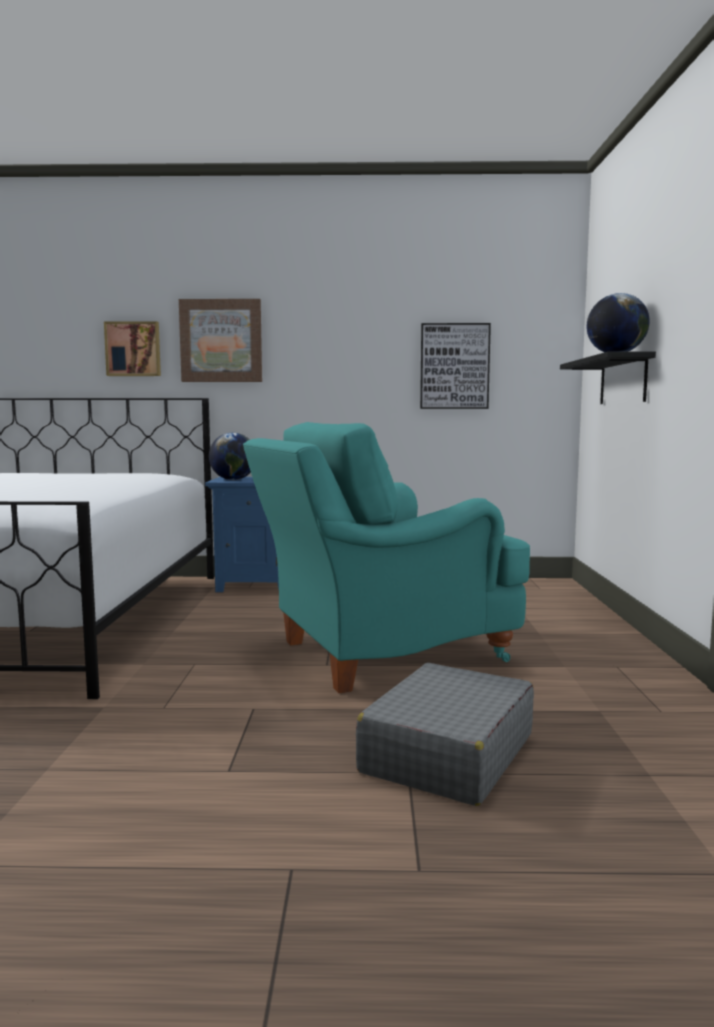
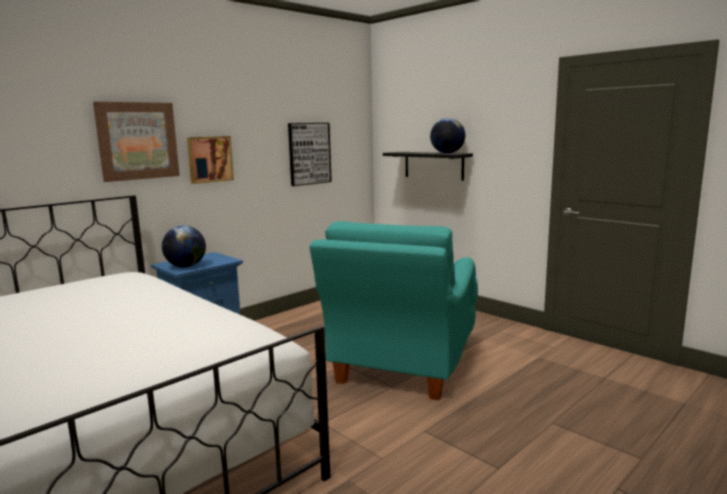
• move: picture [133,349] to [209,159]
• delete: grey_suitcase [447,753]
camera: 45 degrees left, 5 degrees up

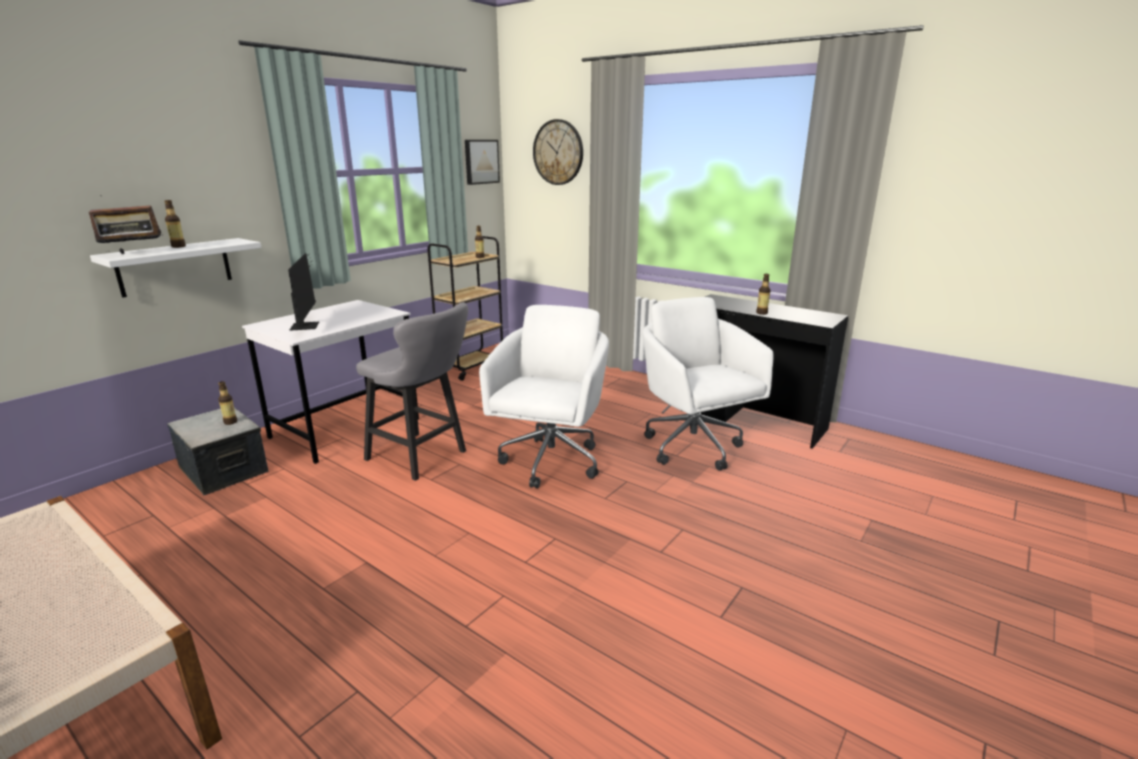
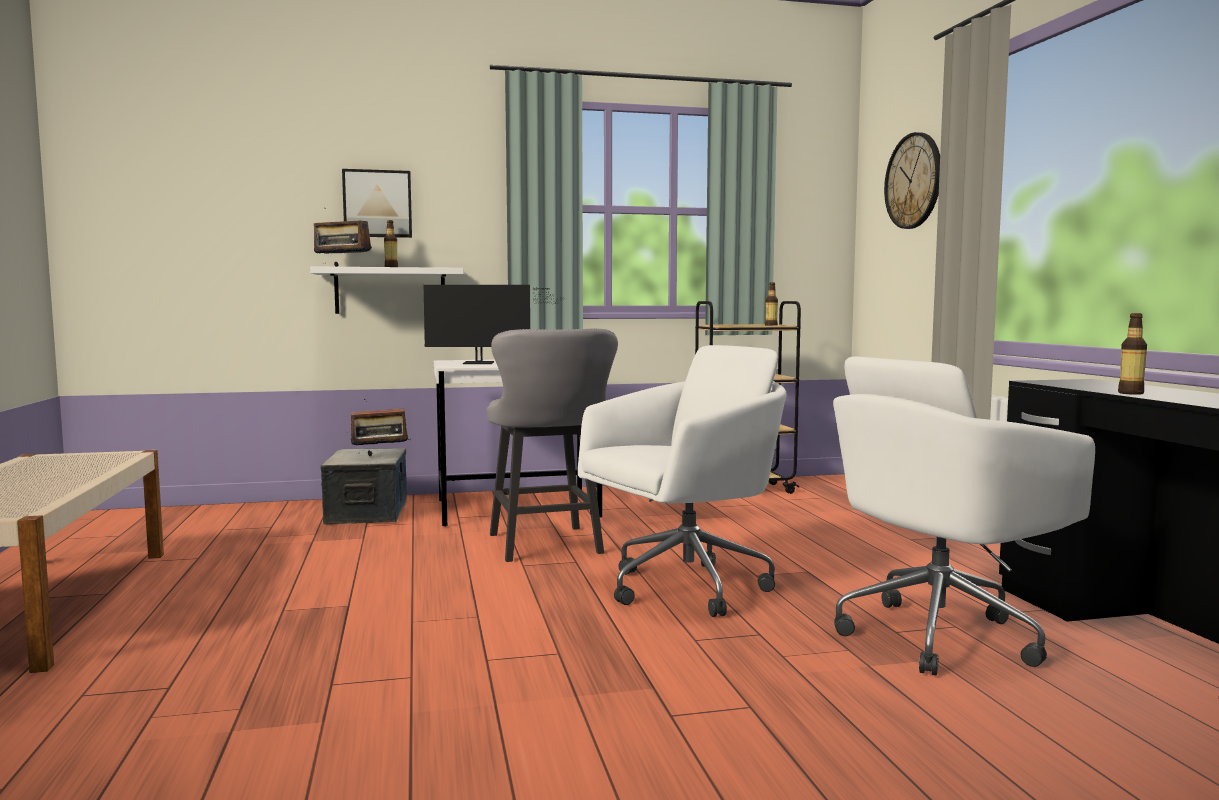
• move: picture [481,161] to [377,204]
• rotate: monitor [306,325] = [484,363] 60 degrees clockwise
• rotate: white_office_chair [695,450] = [944,636] 135 degrees counterclockwise
• replace: bottle [230,422] to radio [380,456]
camera: 40 degrees right, 15 degrees down

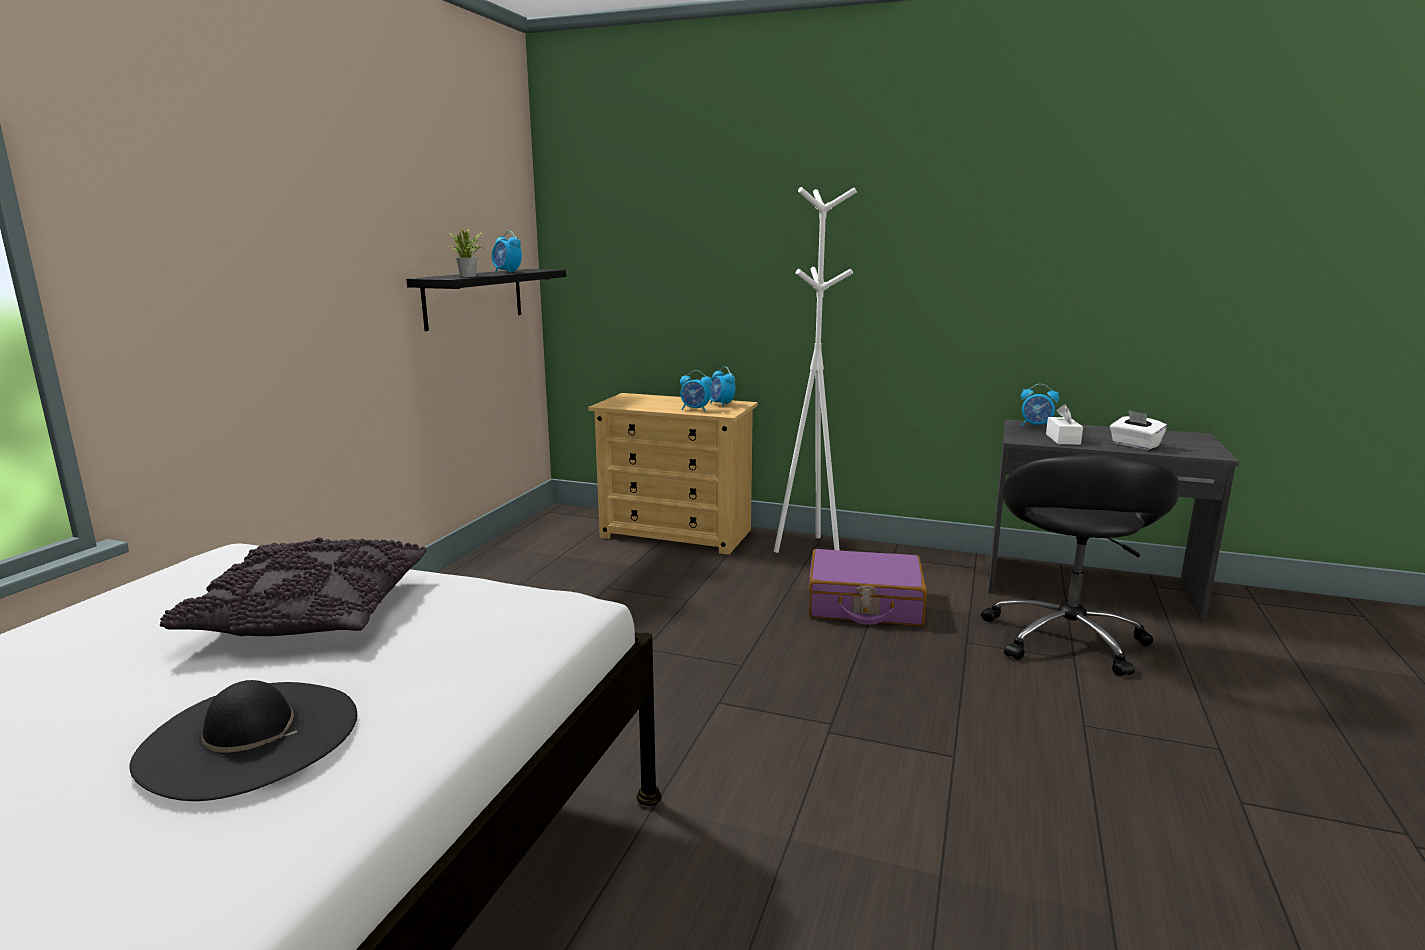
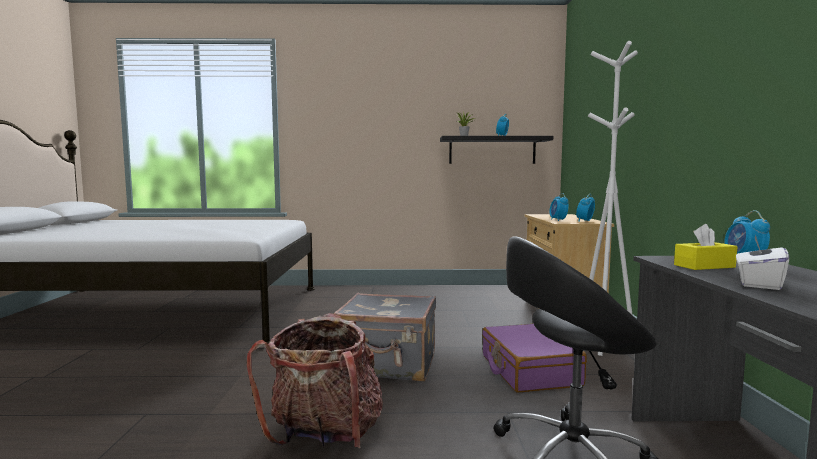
• recolor: white_tissue_box [1062,439] to yellow_tissue_box [704,266]
• delete: black_pillow [310,612]
• delete: black_hat [249,737]
• insert: grey_suitcase [388,365]
• insert: backpack [325,435]
camera: 70 degrees right, 10 degrees down

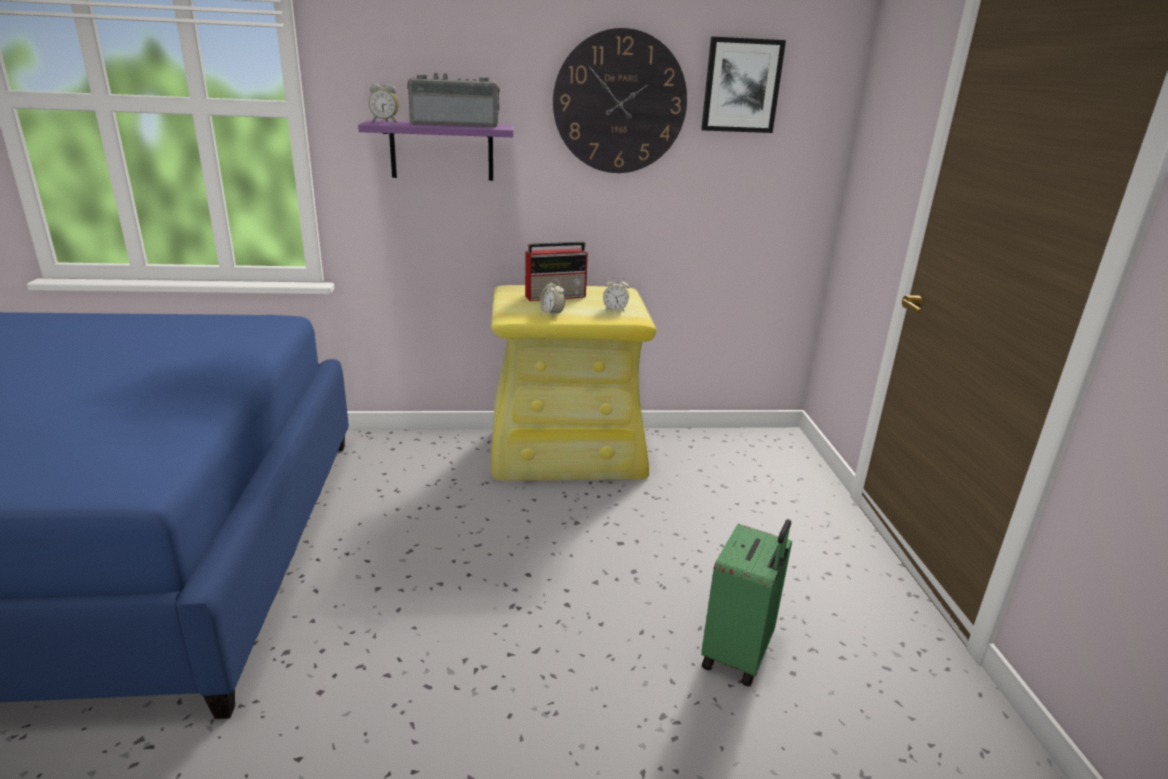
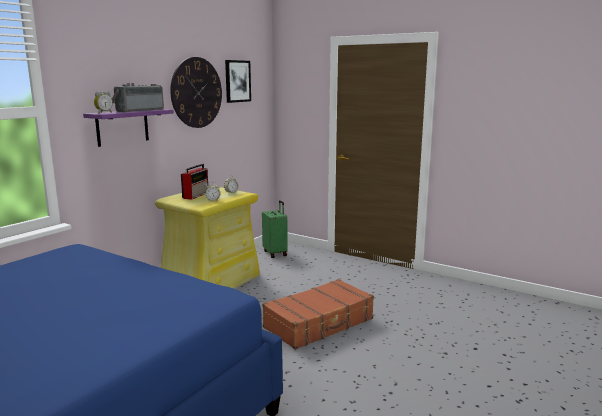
• move: green_suitcase [739,654] to [275,253]
• insert: brown_suitcase [319,323]
camera: 50 degrees left, 10 degrees down

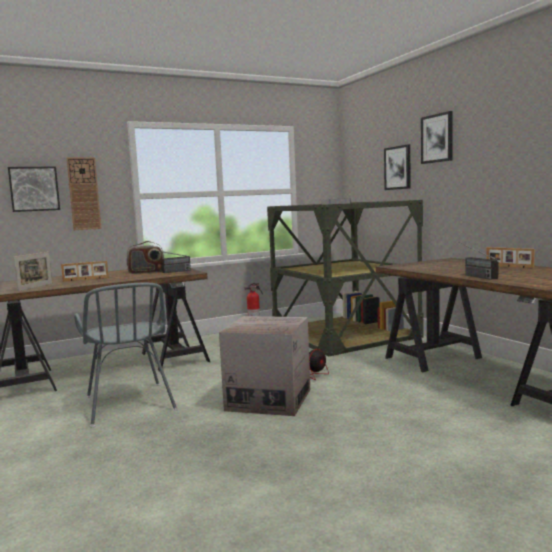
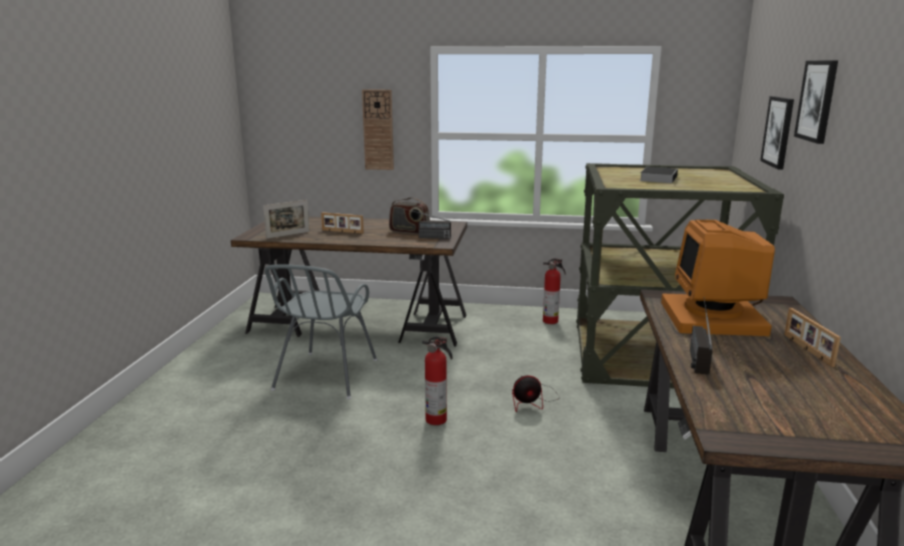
• delete: picture [34,189]
• replace: cardboard_box [269,399] to fire_extinguisher [437,420]
• insert: monitor [714,318]
camera: 35 degrees right, 10 degrees up

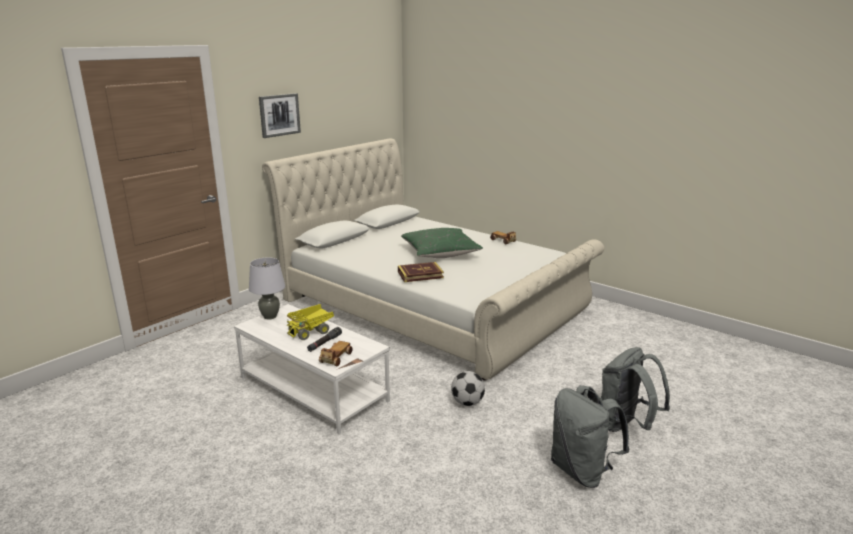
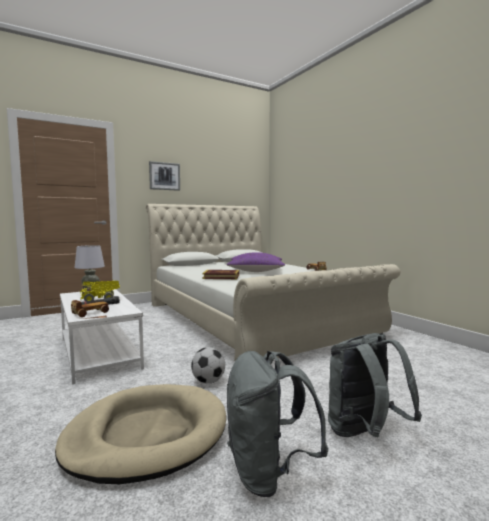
• recolor: green_pillow [440,253] to purple_pillow [256,271]
• insert: beige_dog_bed [146,435]
camera: 20 degrees right, 15 degrees down

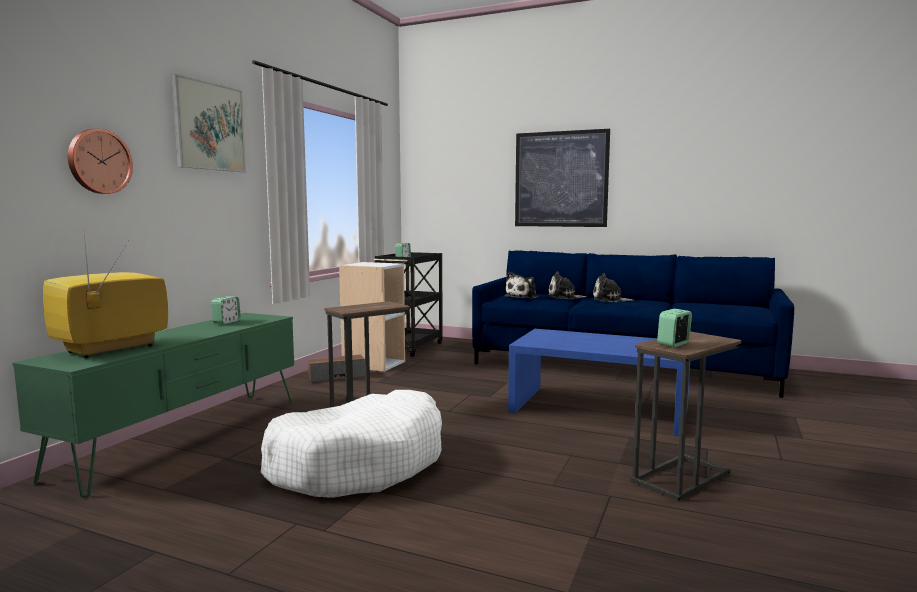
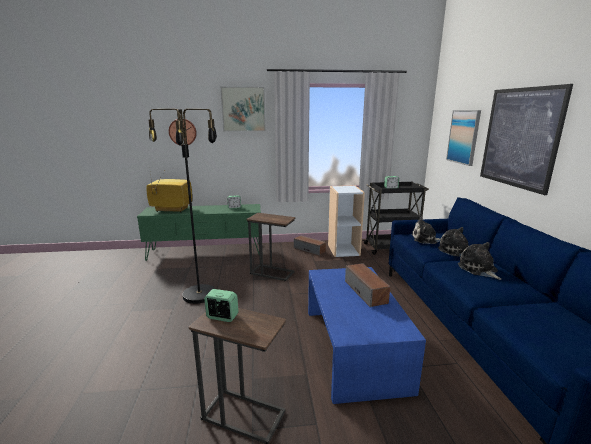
• replace: white_dog_bed [359,463] to floor_lamp [200,295]
• insert: picture [463,137]
• insert: speaker [366,292]
camera: 60 degrees right, 10 degrees up

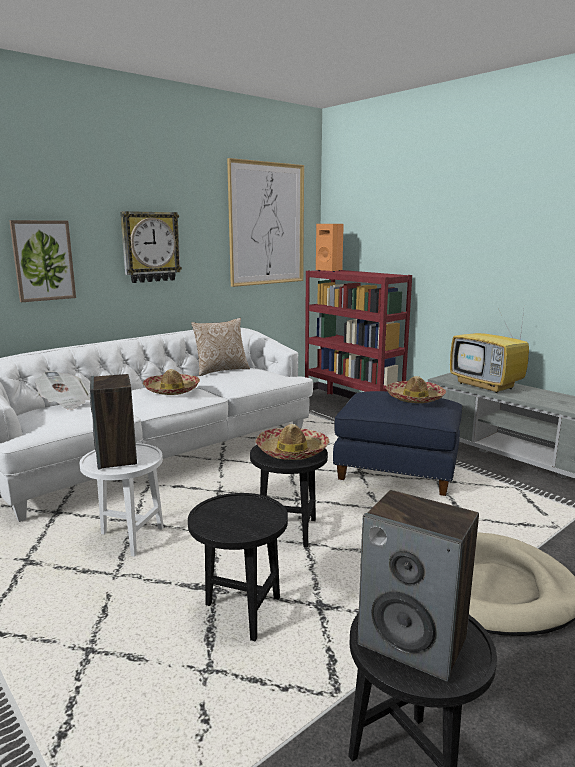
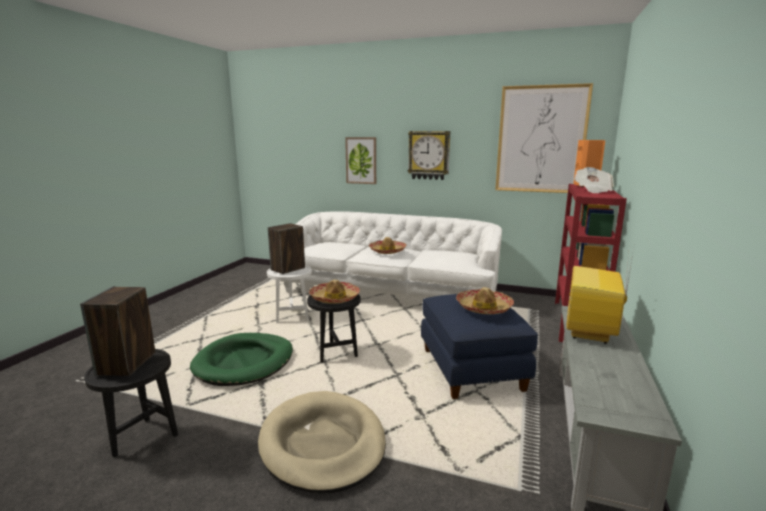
• delete: pillow [221,370]
• move: newspaper [64,403] to [593,191]
• replace: black_side_table [240,613] to green_dog_bed [244,362]
camera: 60 degrees right, 0 degrees up

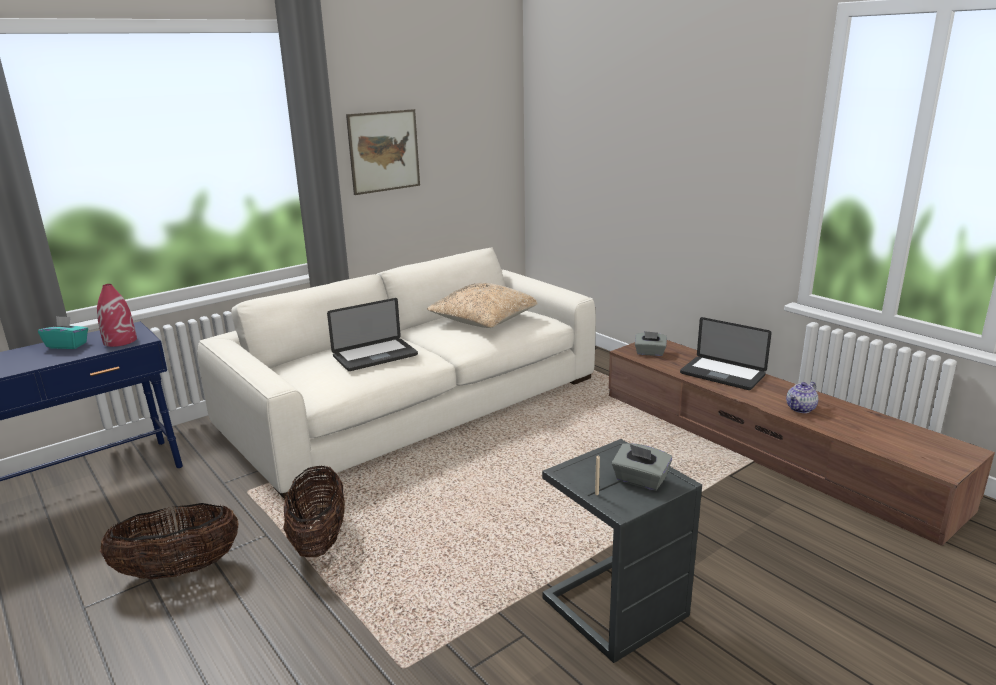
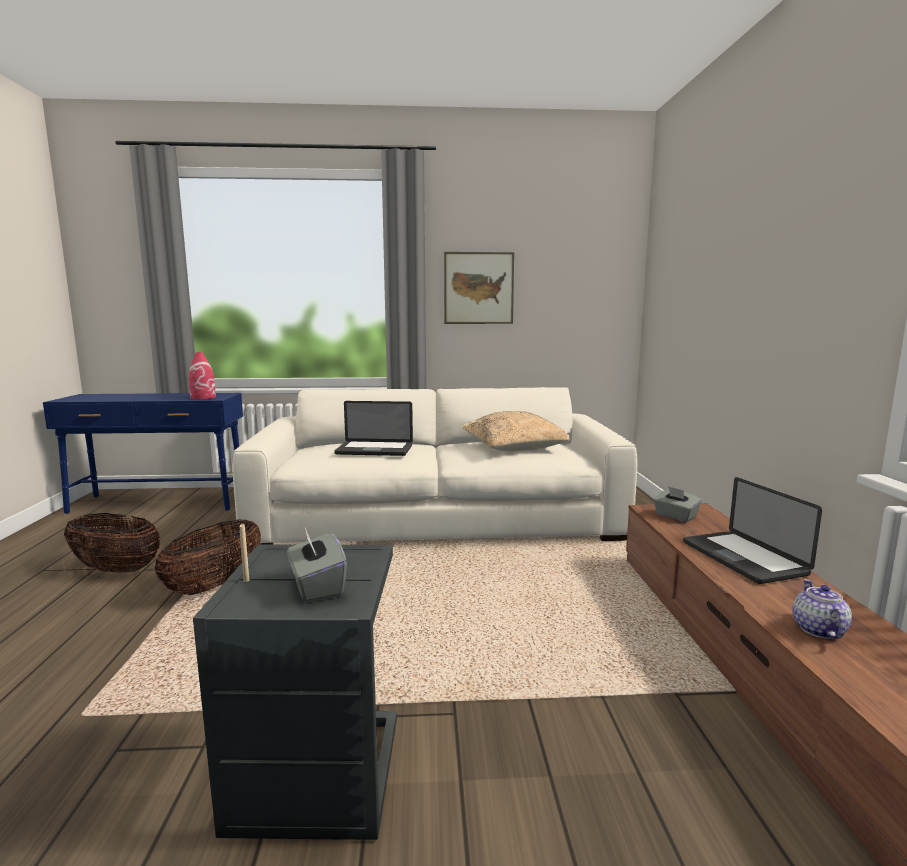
• delete: turquoise_tissue_box [67,345]
• rotate: teapot [801,409] = [817,629] 105 degrees clockwise
camera: 35 degrees right, 10 degrees down

